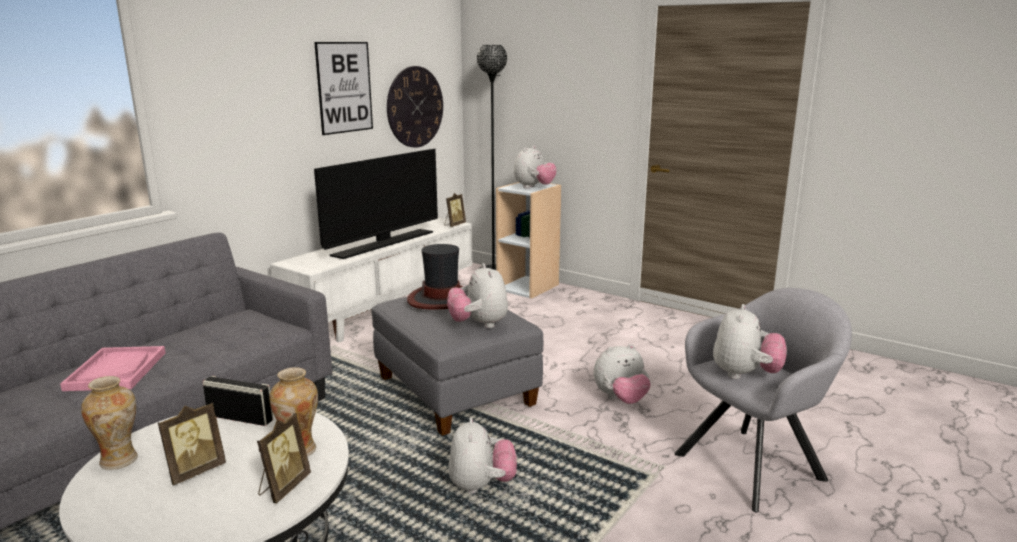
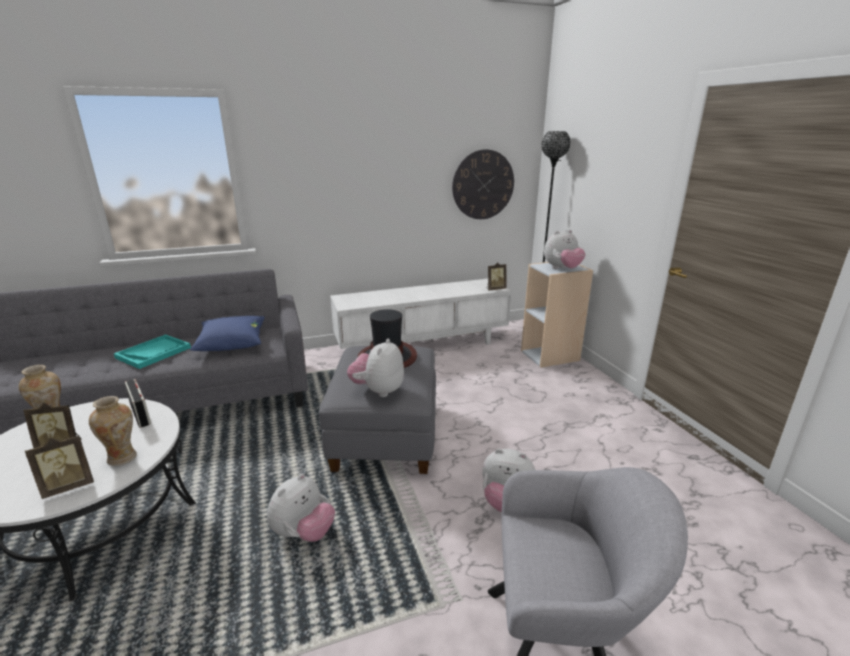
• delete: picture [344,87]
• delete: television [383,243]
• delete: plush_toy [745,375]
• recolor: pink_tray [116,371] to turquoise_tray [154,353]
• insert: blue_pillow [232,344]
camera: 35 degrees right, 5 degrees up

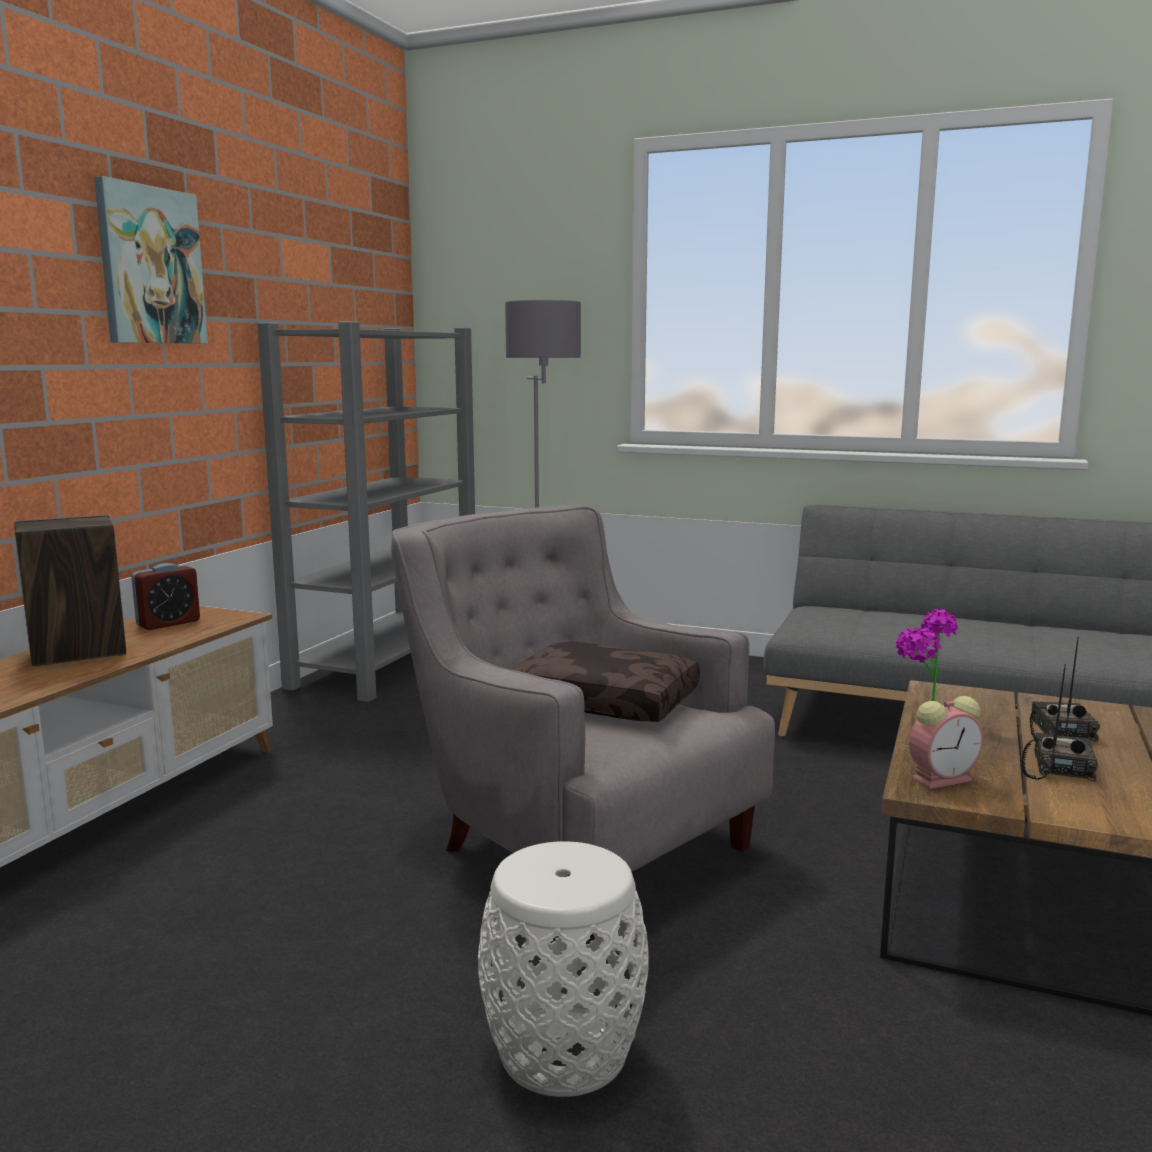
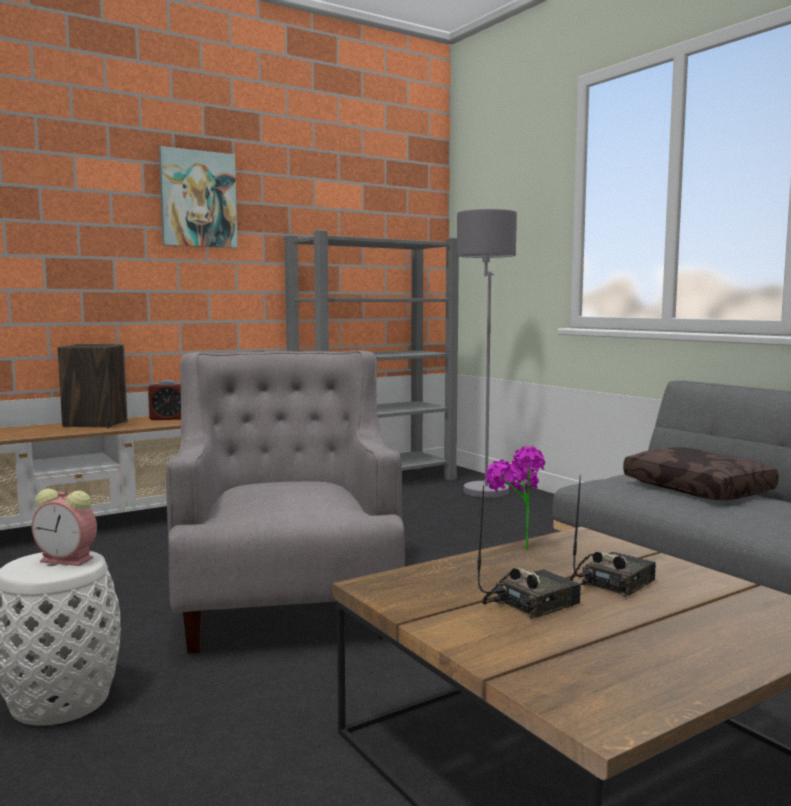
• move: brown_pillow [606,701] to [699,489]
• move: alarm_clock [943,778] to [69,560]
camera: 35 degrees right, 5 degrees down

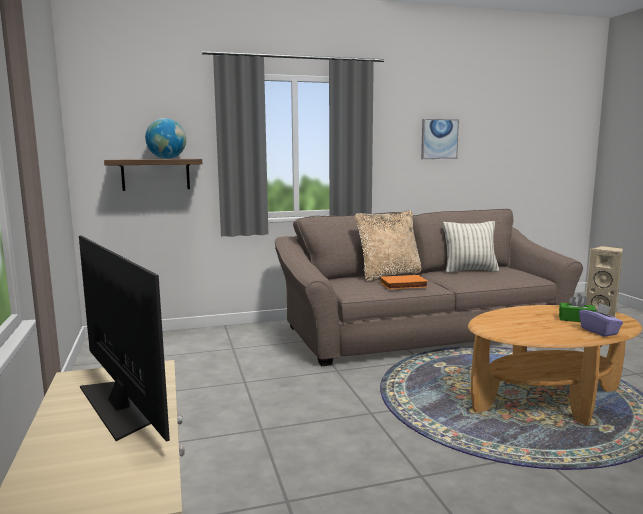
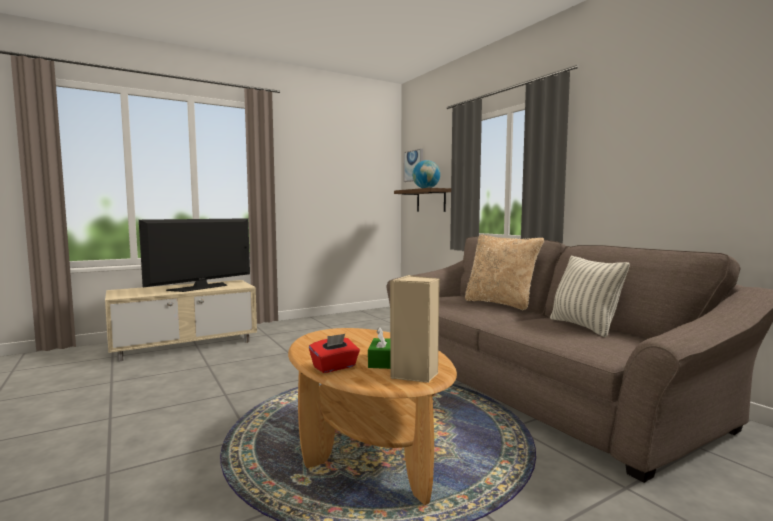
• move: picture [439,139] to [413,165]
• delete: orange_book [403,285]
• recolor: purple_tissue_box [599,331] to red_tissue_box [334,367]
camera: 75 degrees right, 5 degrees down

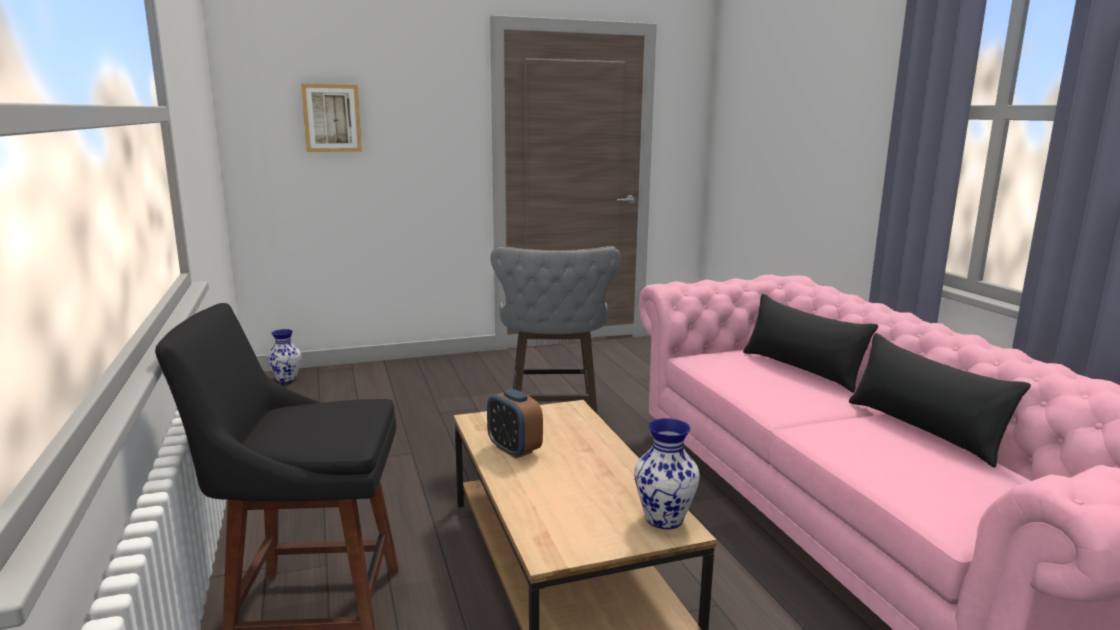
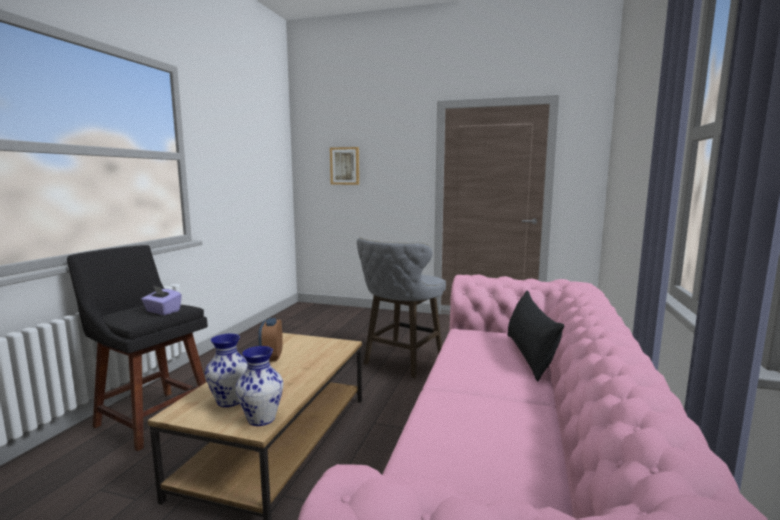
• move: vase [287,379] to [230,401]
• delete: black_pillow [923,430]
• insert: purple_tissue_box [162,311]
camera: 35 degrees right, 5 degrees down

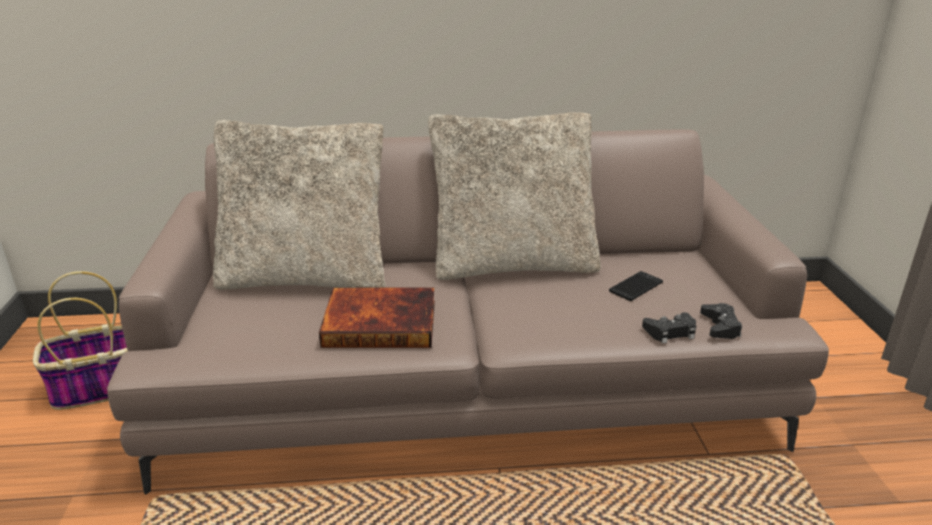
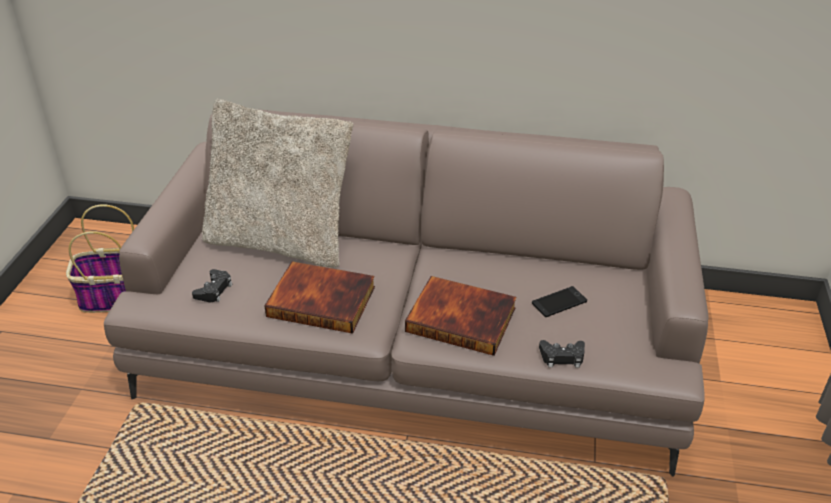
• delete: beige_pillow [513,260]
• move: black_game_controller [720,326] to [214,290]
• insert: book [462,318]
camera: 15 degrees right, 10 degrees up

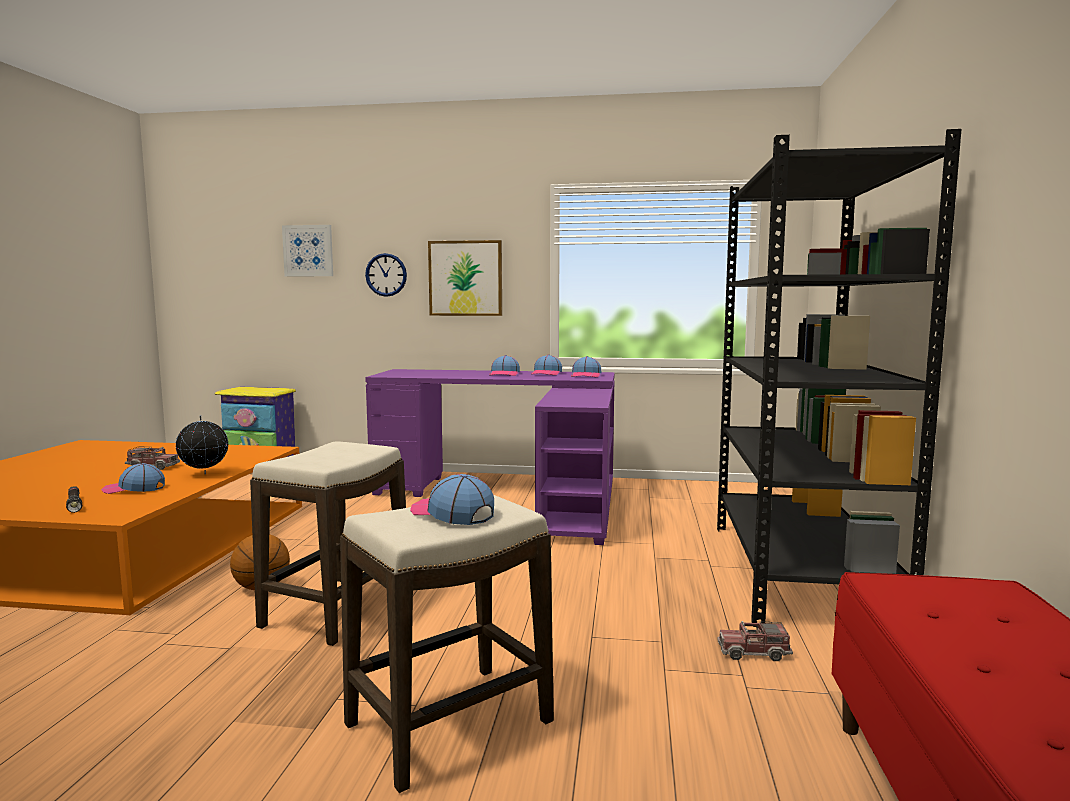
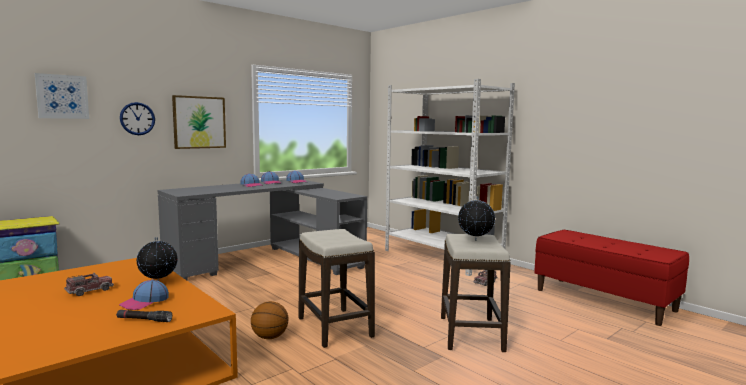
• recolor: black_bookcase [798,572] to white_bookcase [442,257]
• recolor: purple_desk [514,497] to grey_desk [270,261]
• replace: cap [452,513] to globe [475,240]
camera: 50 degrees left, 0 degrees up

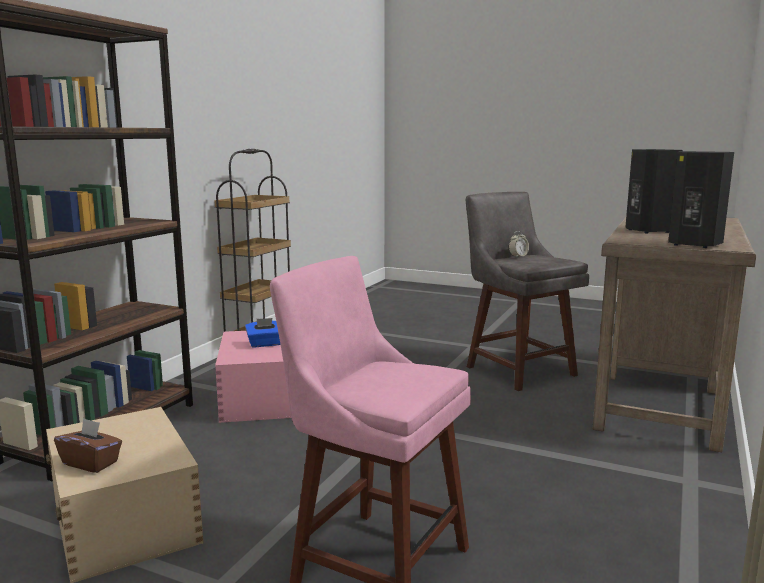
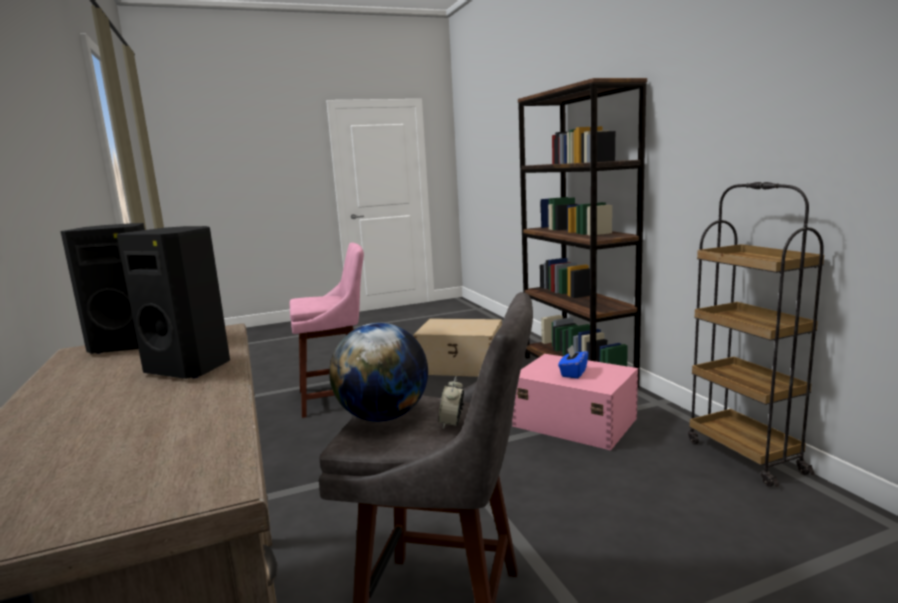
• delete: brown_tissue_box [91,463]
• insert: globe [383,416]
camera: 135 degrees right, 0 degrees up

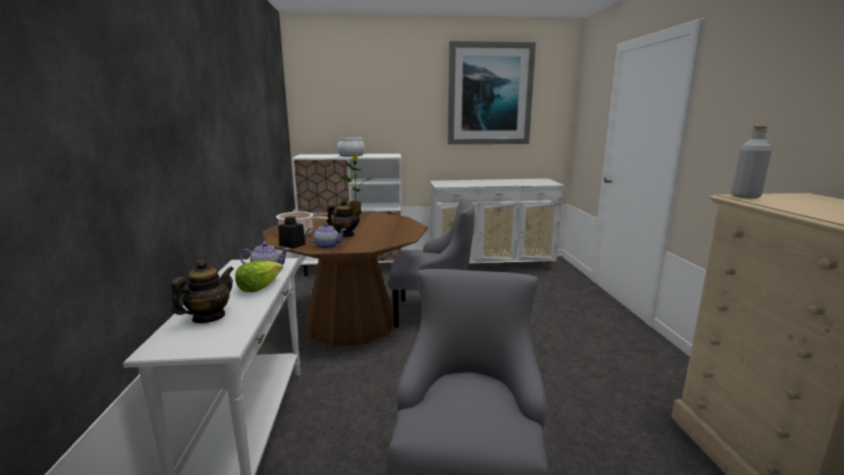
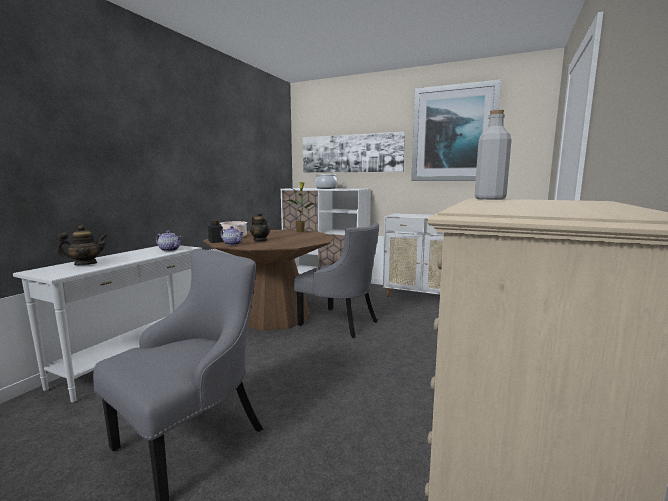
• delete: lettuce [259,287]
• insert: picture [351,153]
camera: 30 degrees right, 5 degrees down

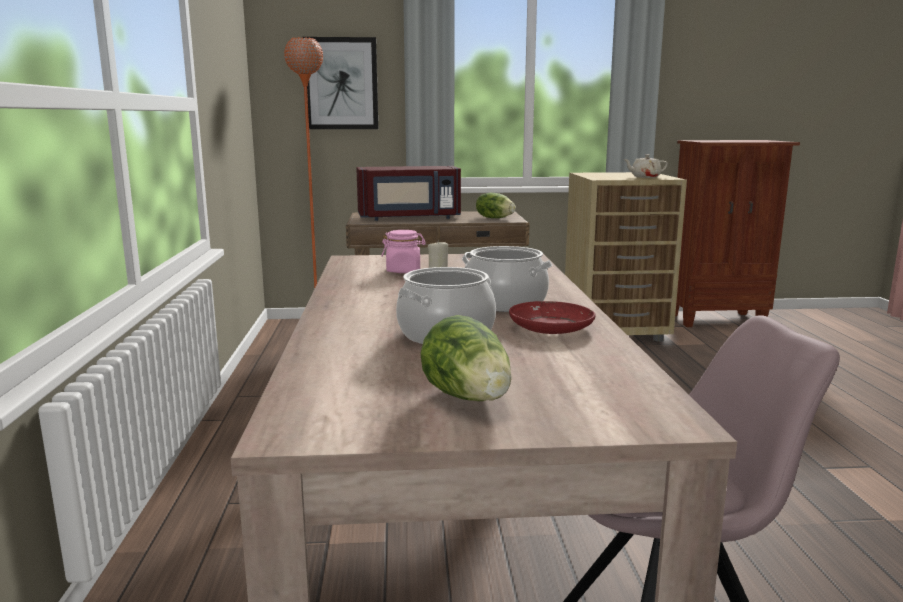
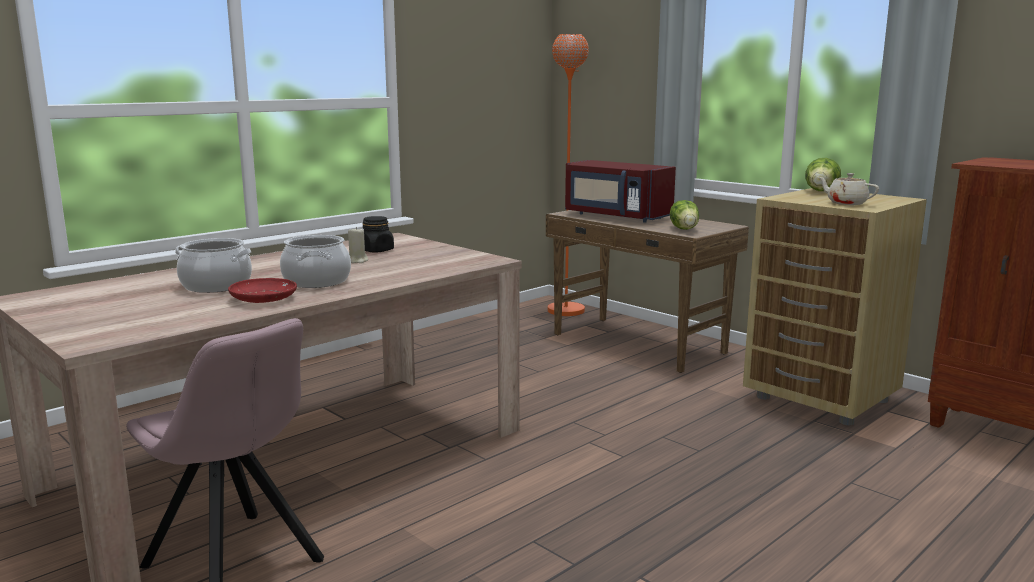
• delete: picture [341,84]
• recolor: pink_jar [403,271] to black_jar [377,250]
• move: lettuce [469,399] to [821,192]
camera: 50 degrees right, 0 degrees up

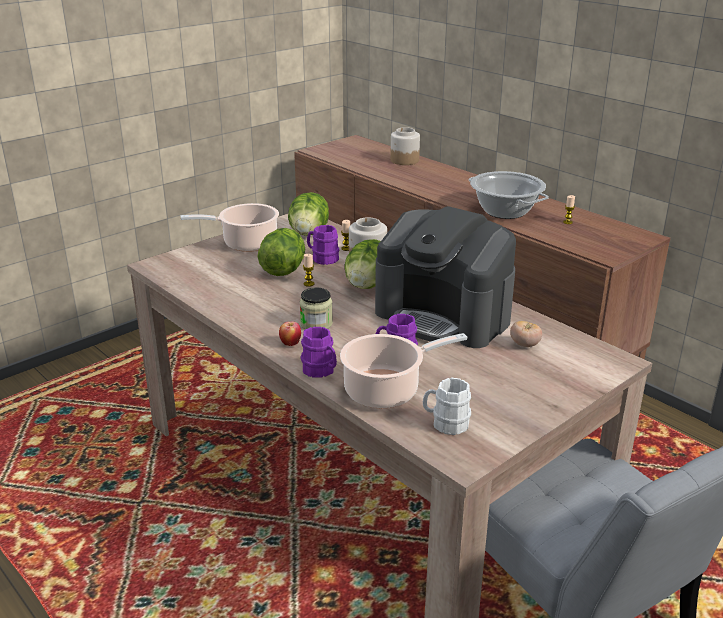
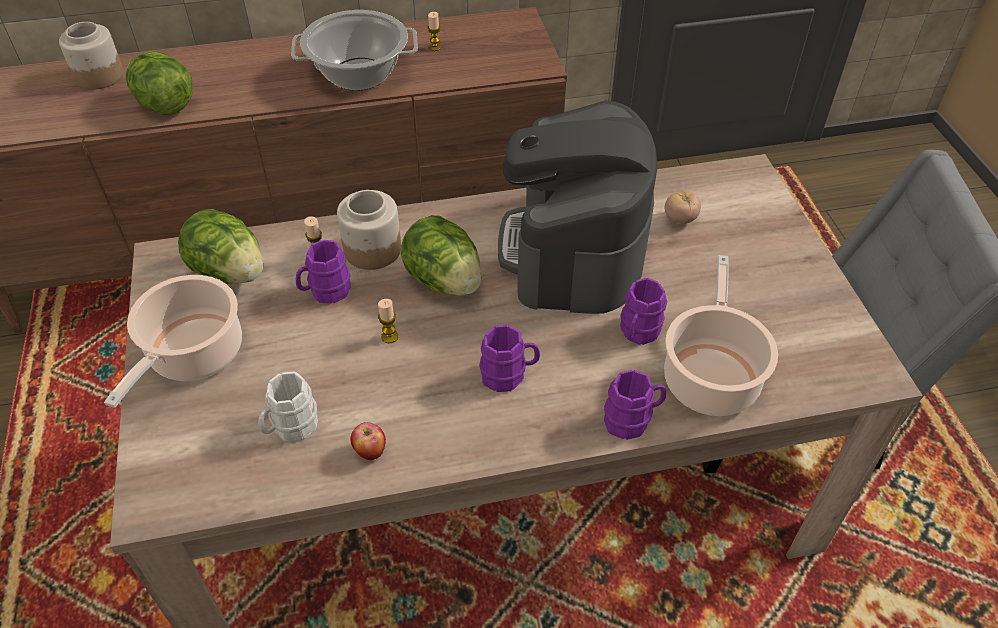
• rotate: coffee_machine [443,316] = [573,249] 120 degrees clockwise
• move: lettuce [283,270] to [165,105]
• replace: jar [316,324] to purple_mug [509,375]
• move: apple [290,343] to [370,451]
• move: white_mug [445,424] to [290,427]
camera: 60 degrees left, 20 degrees up

